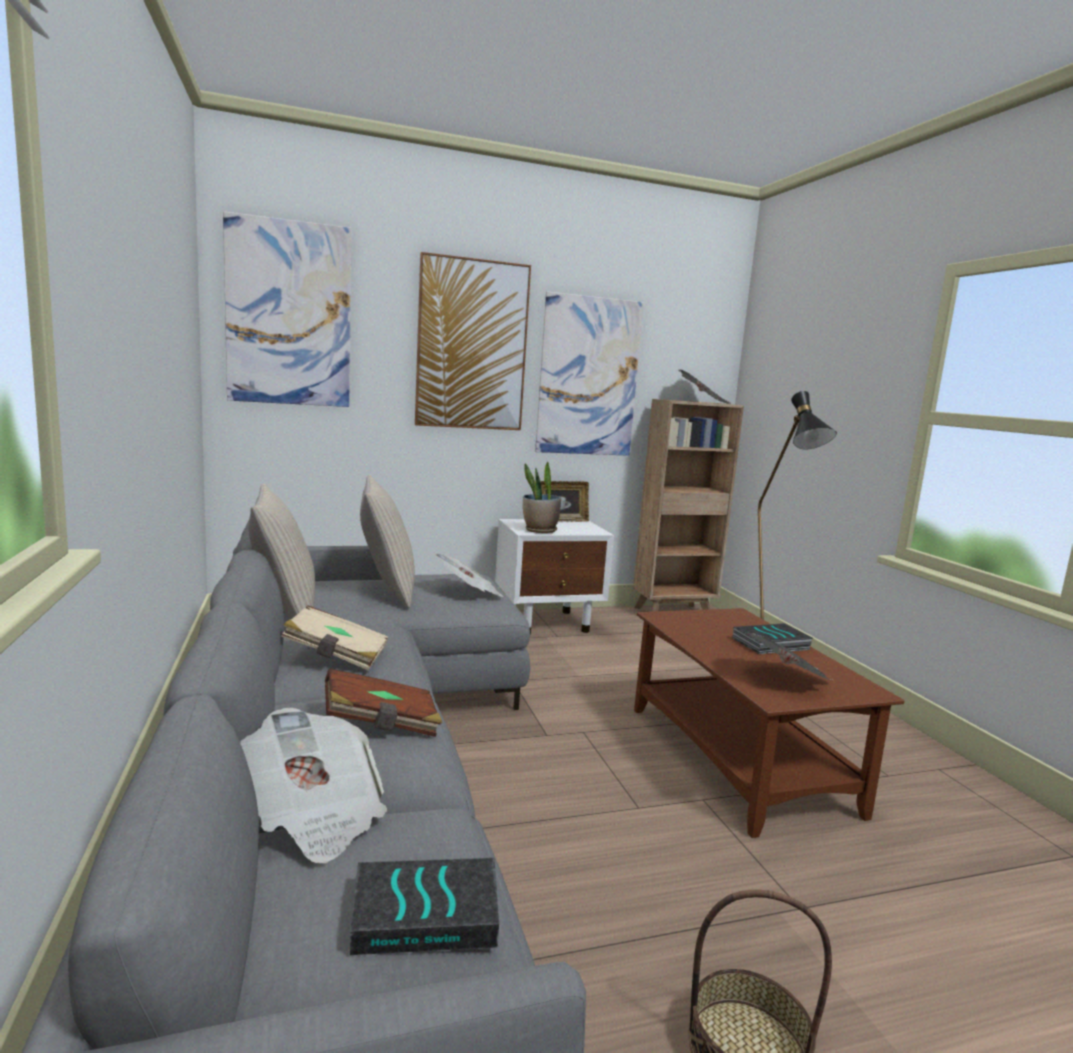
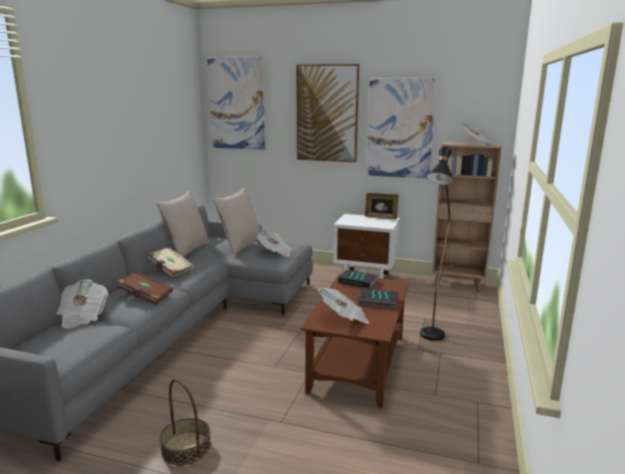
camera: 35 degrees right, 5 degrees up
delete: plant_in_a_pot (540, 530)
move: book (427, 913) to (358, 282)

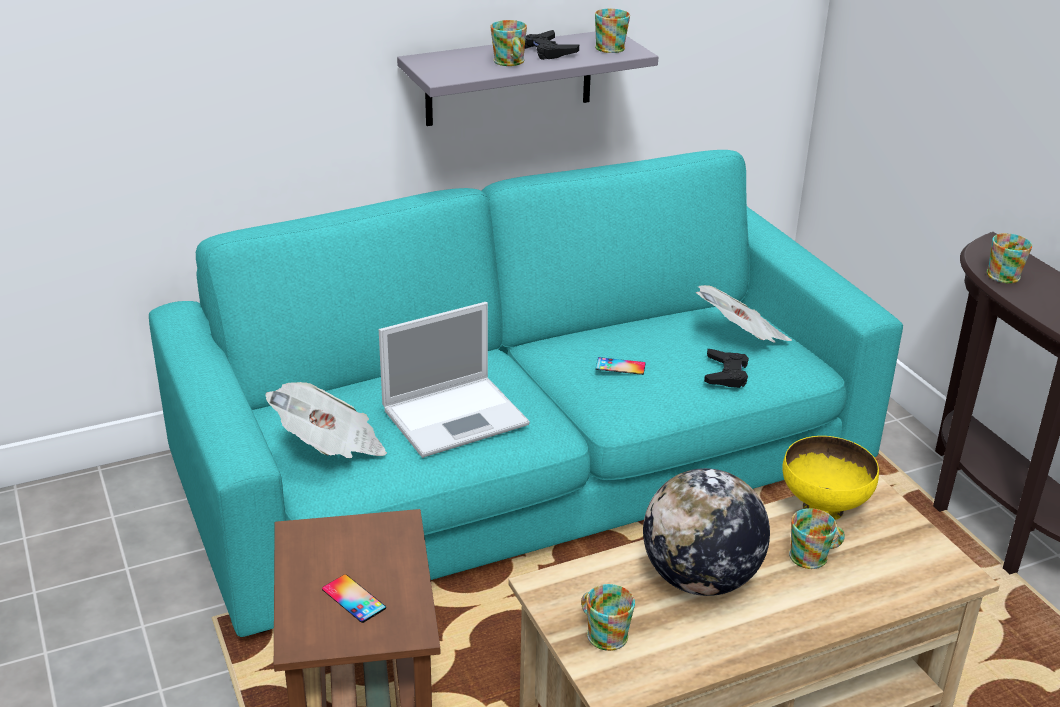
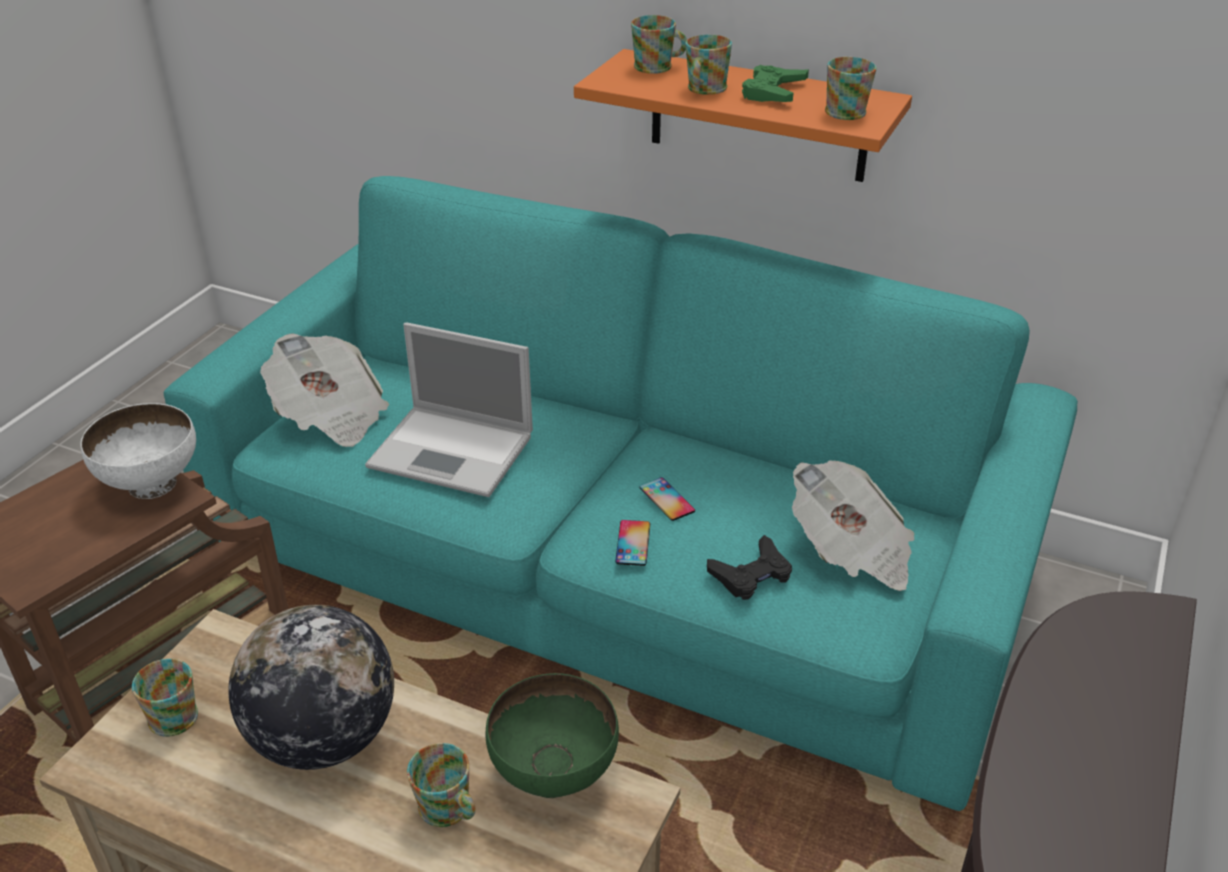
camera: 50 degrees right, 5 degrees up
insert: white_serving_bowl (151, 485)
move: coffee_mug (1005, 274) to (658, 67); phone (353, 599) to (633, 543)
recolor: black-coloured_gamepad (548, 51) to greenish_gamepad (773, 92); grey_wall_shelf (509, 78) to orange-coloured_wall_shelf (758, 116); yellow-coloured_serving_bowl (824, 507) to greenish_serving_bowl (554, 775)

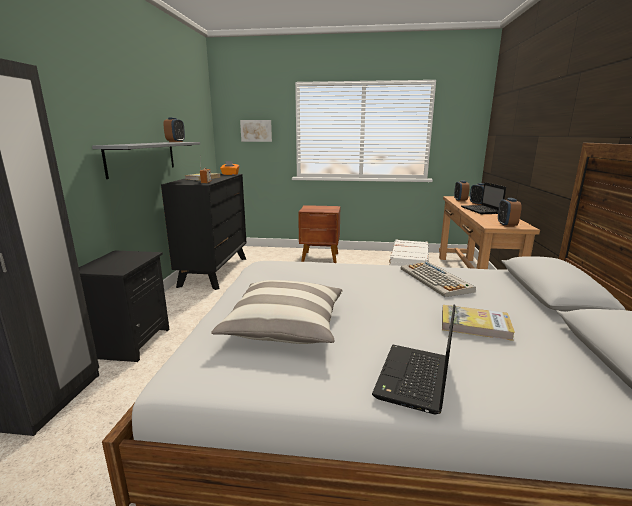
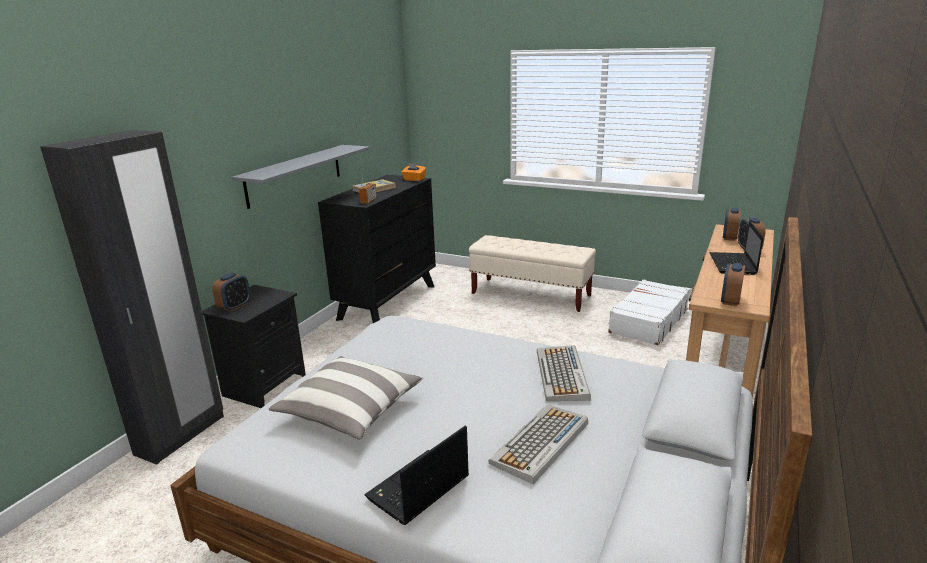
camera: 20 degrees right, 5 degrees up
delete: wall_art (256, 130)
move: table_clock (175, 142) to (234, 306)
replace: brownish_bedside_table (320, 257) to sand-coloured_bench (531, 295); book (475, 325) to computer_keyboard (540, 444)

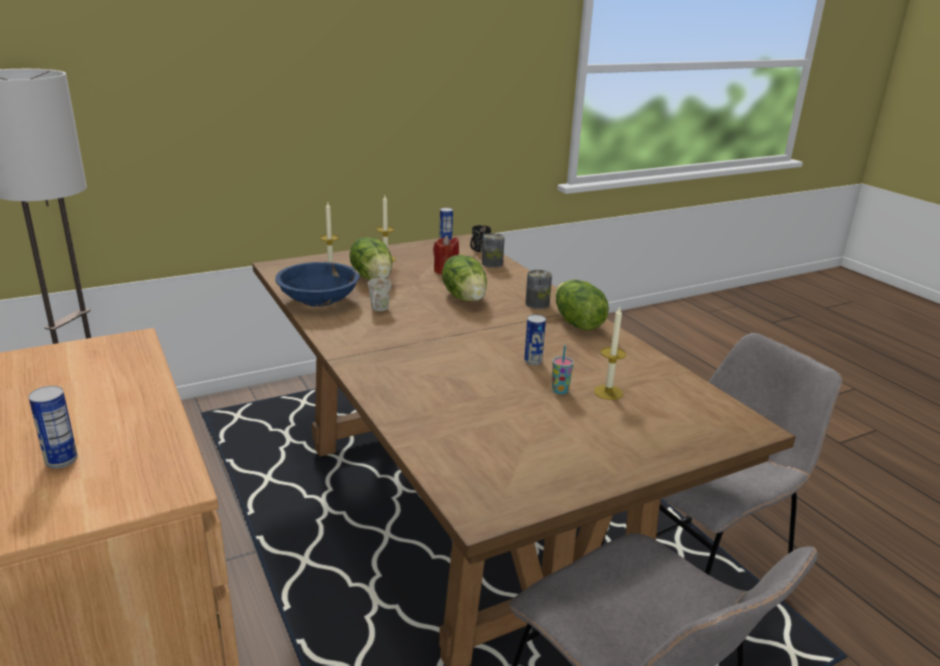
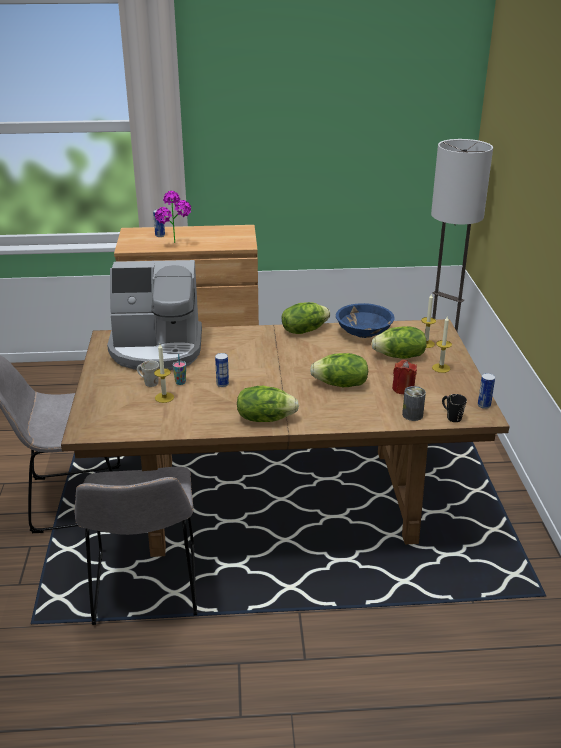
camera: 115 degrees right, 5 degrees up
delete: sealed_can (537, 304)
insert: plant_in_a_pot (176, 245); coffee_machine (157, 349); lettuce (304, 330)
move: white_coffee_mug (378, 310) to (148, 382)

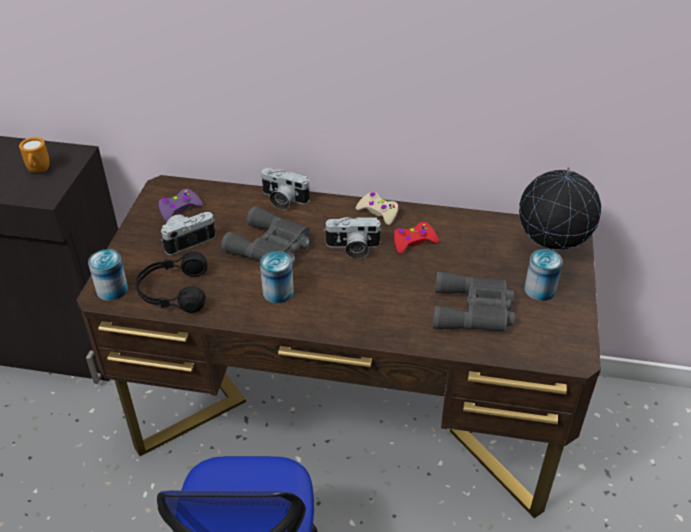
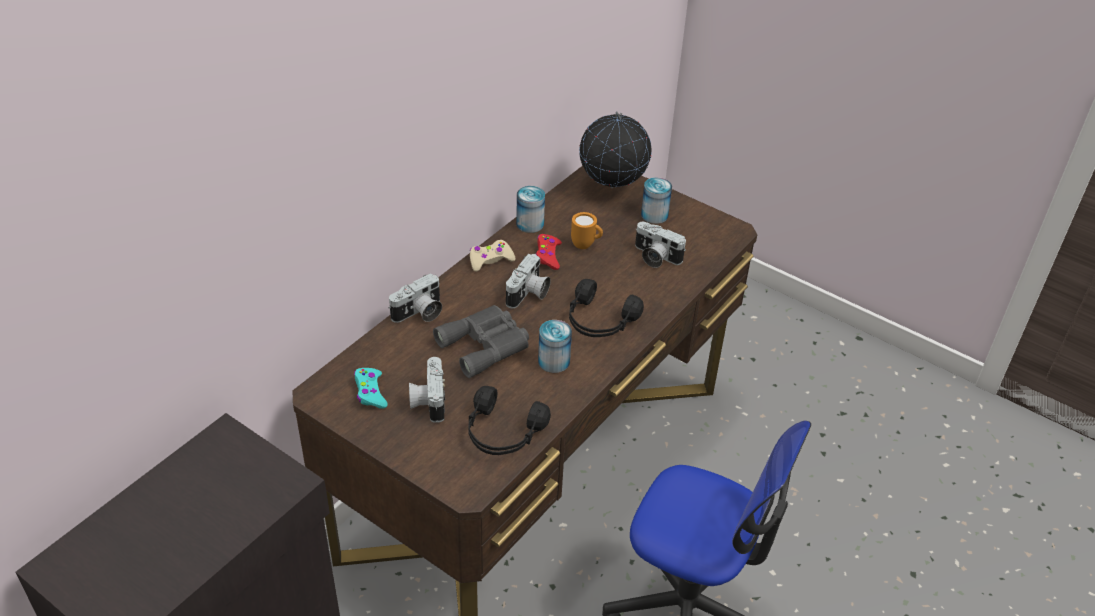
camera: 65 degrees left, 0 degrees up
insert: black-coloured_headphones (599, 321)
move: orange-coloured_coffee_mug (38, 171) to (586, 245); sealed_can (112, 290) to (530, 224)
replace: grey_field_glasses (474, 310) to still_camera (655, 257)
recolor: purple-coloured_gamepad (179, 209) to turquoise-coloured_gamepad (370, 392)

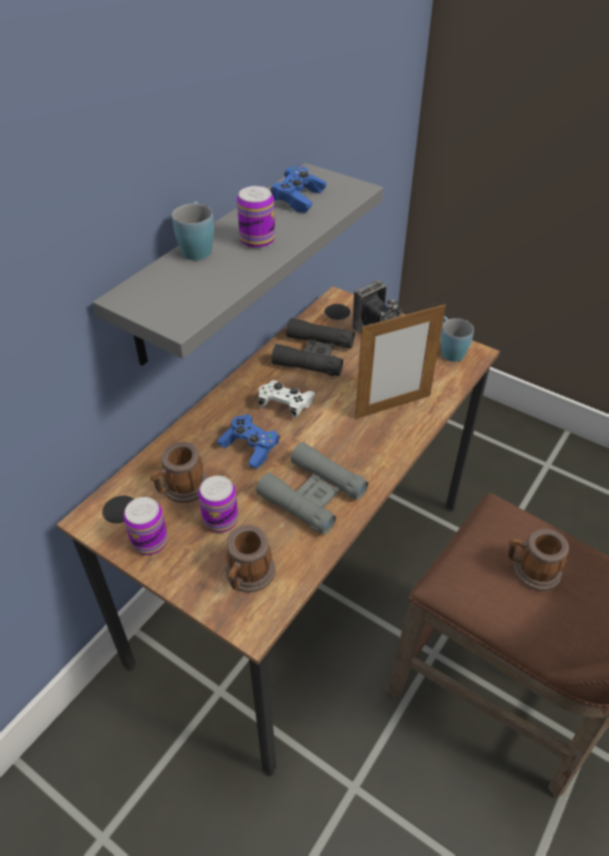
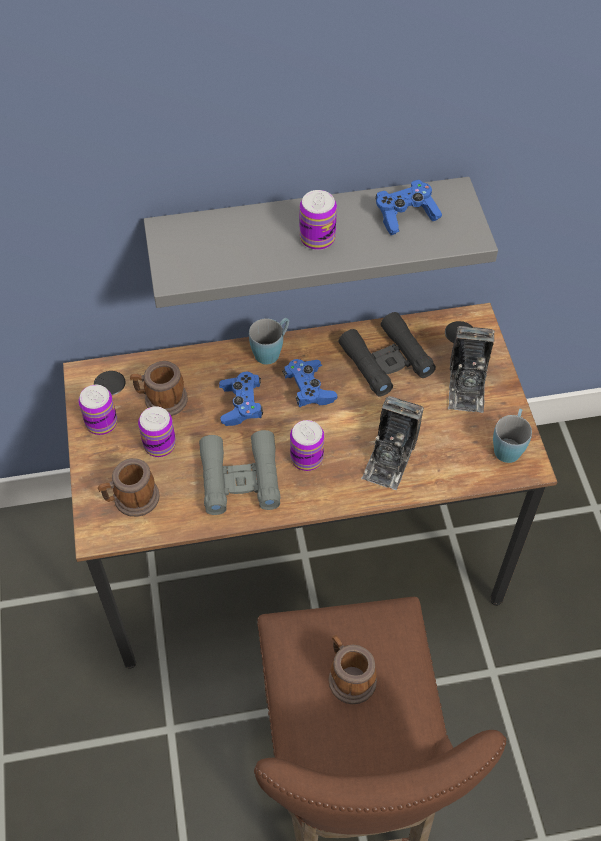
camera: 45 degrees right, 10 degrees up
insert: sealed_can (306, 458)
move: blue_coffee_mug (197, 248) to (271, 350)
replace: photo_frame (393, 406) to still_camera (390, 457)
recolor: white_gamepad (285, 405) to blue_gamepad (309, 389)

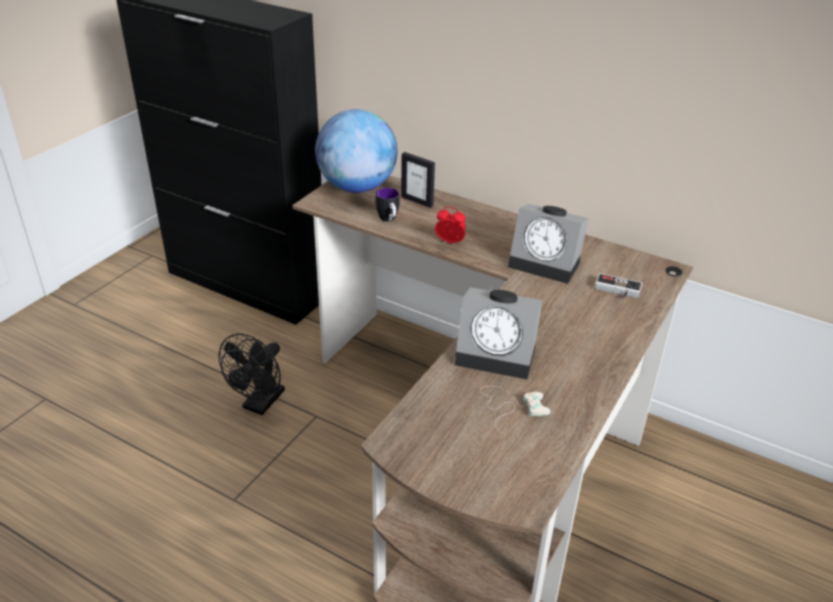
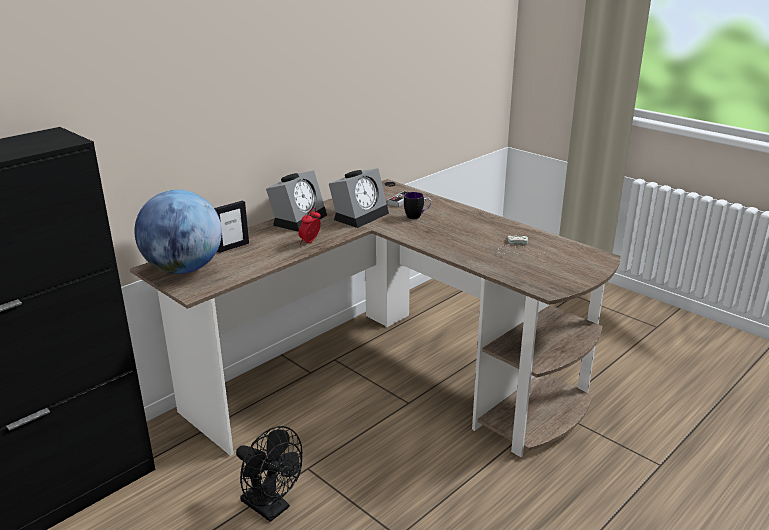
camera: 75 degrees left, 10 degrees down
move: coffee_mug (389, 220) to (417, 217); table_clock (498, 354) to (299, 219)

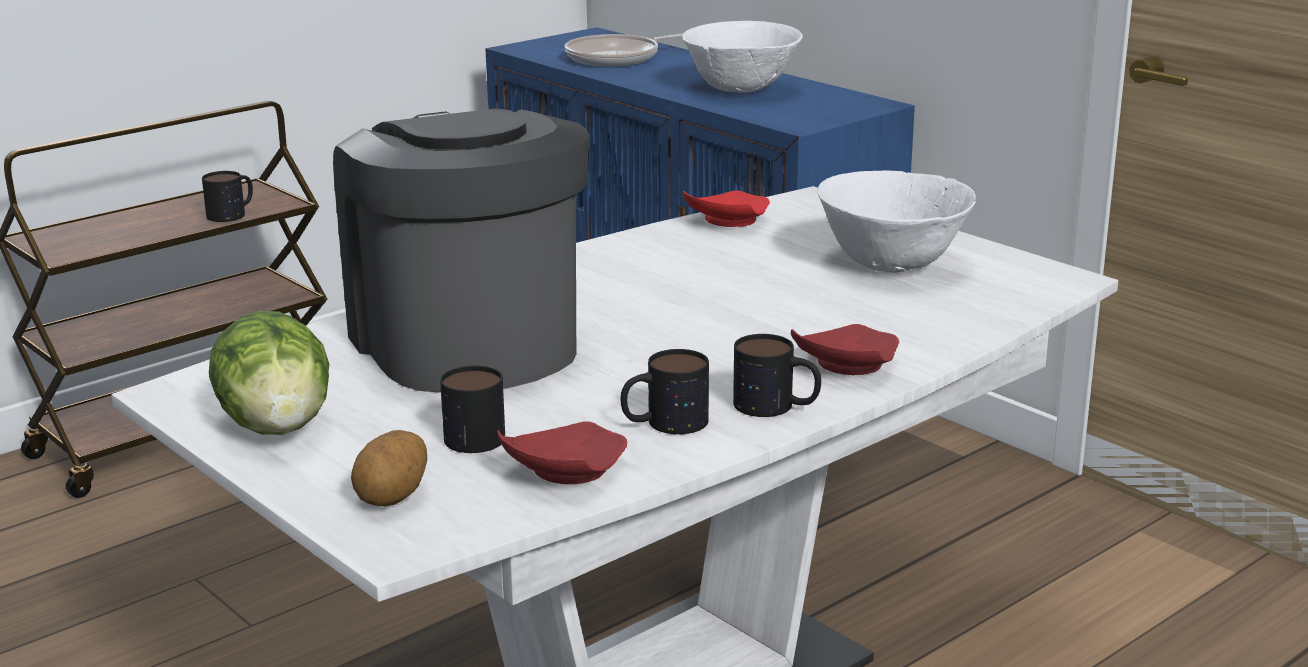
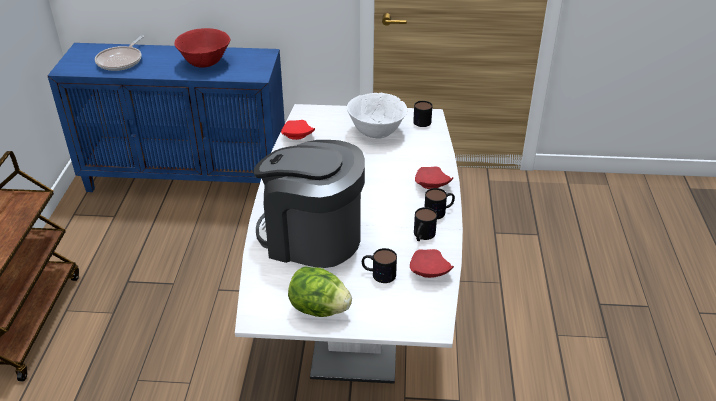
camera: 45 degrees left, 15 degrees up
delete: whole_potato (393, 497)
move: coffee_mug (233, 213) to (421, 120)
recolor: white_serving_bowl (741, 90) to red-coloured_serving_bowl (205, 63)

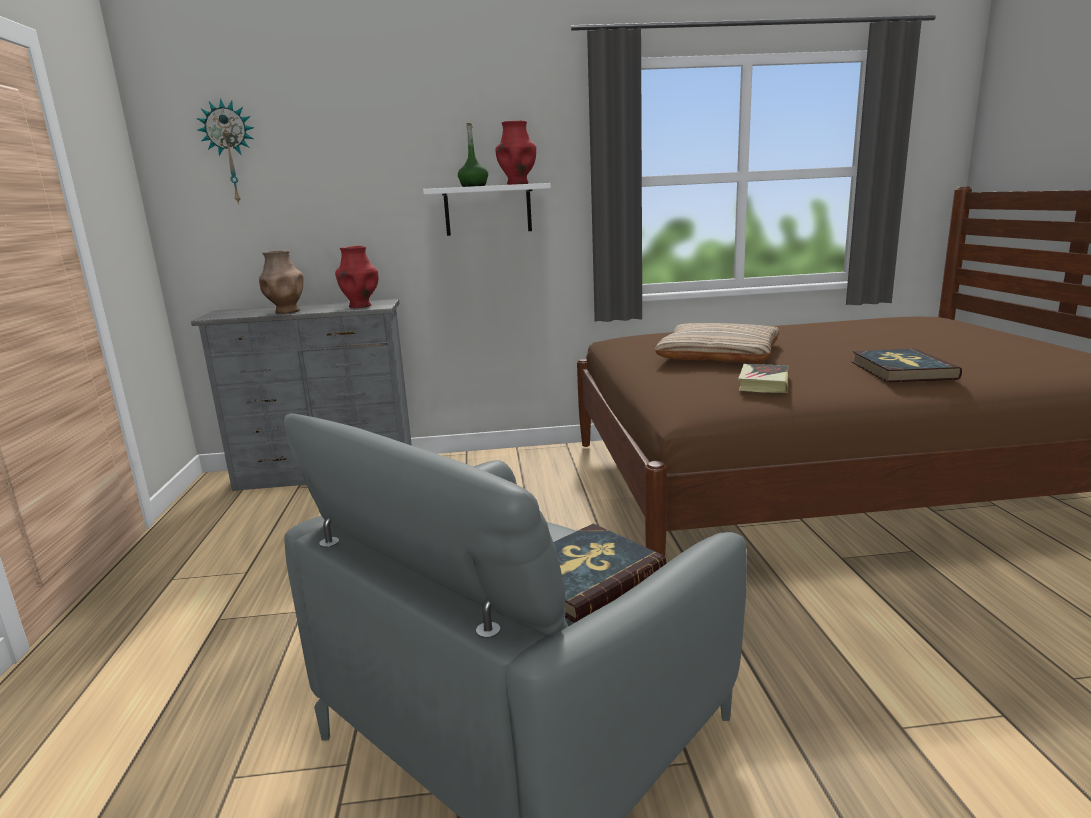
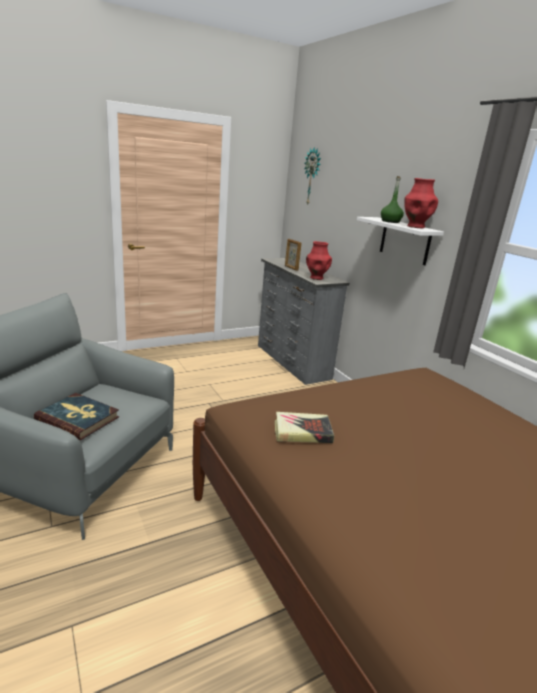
camera: 65 degrees right, 5 degrees up
delete: sand-coloured_throw_pillow (718, 353); book (901, 370)
replace: brownish_vase (286, 312) to photo_frame (291, 268)

